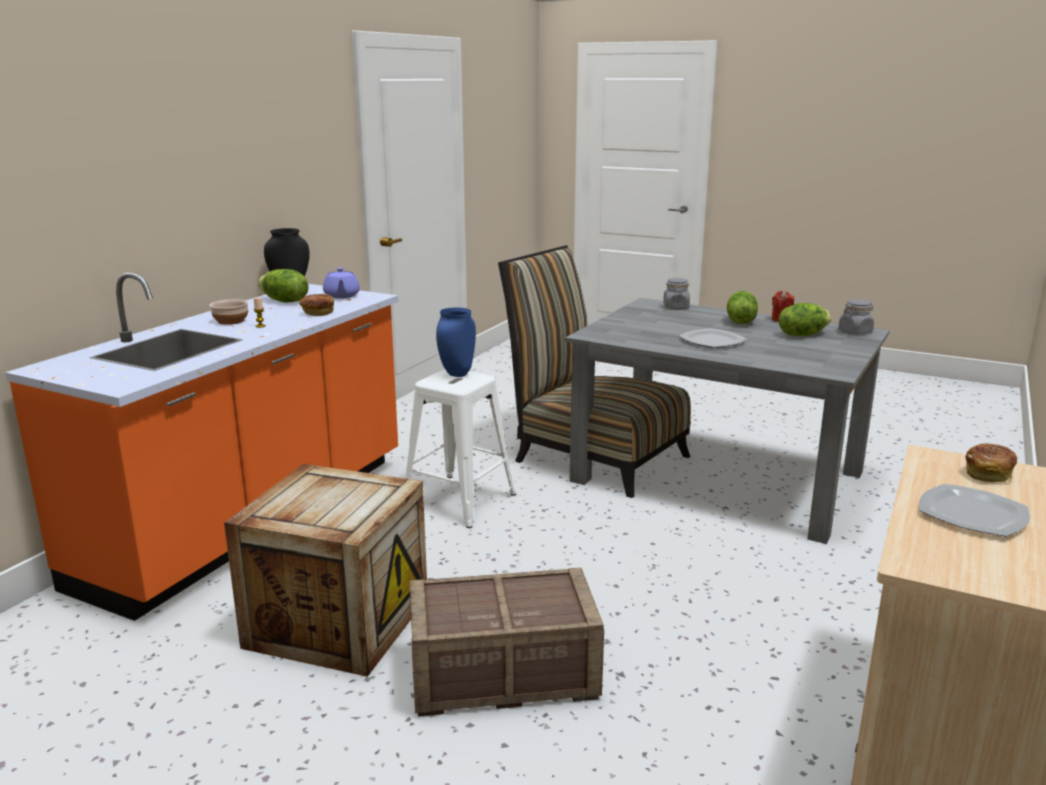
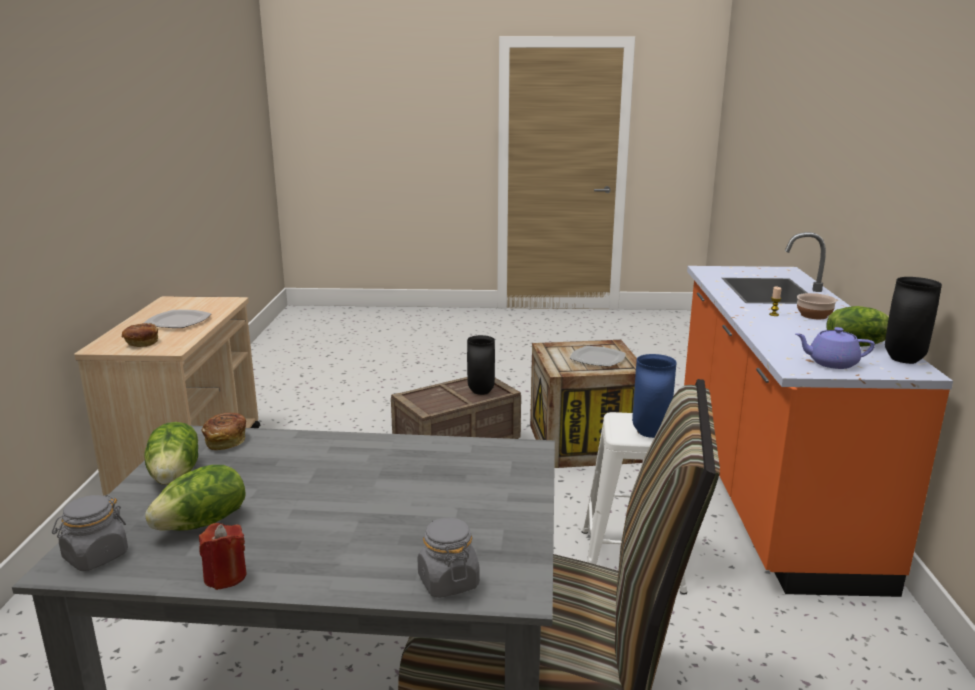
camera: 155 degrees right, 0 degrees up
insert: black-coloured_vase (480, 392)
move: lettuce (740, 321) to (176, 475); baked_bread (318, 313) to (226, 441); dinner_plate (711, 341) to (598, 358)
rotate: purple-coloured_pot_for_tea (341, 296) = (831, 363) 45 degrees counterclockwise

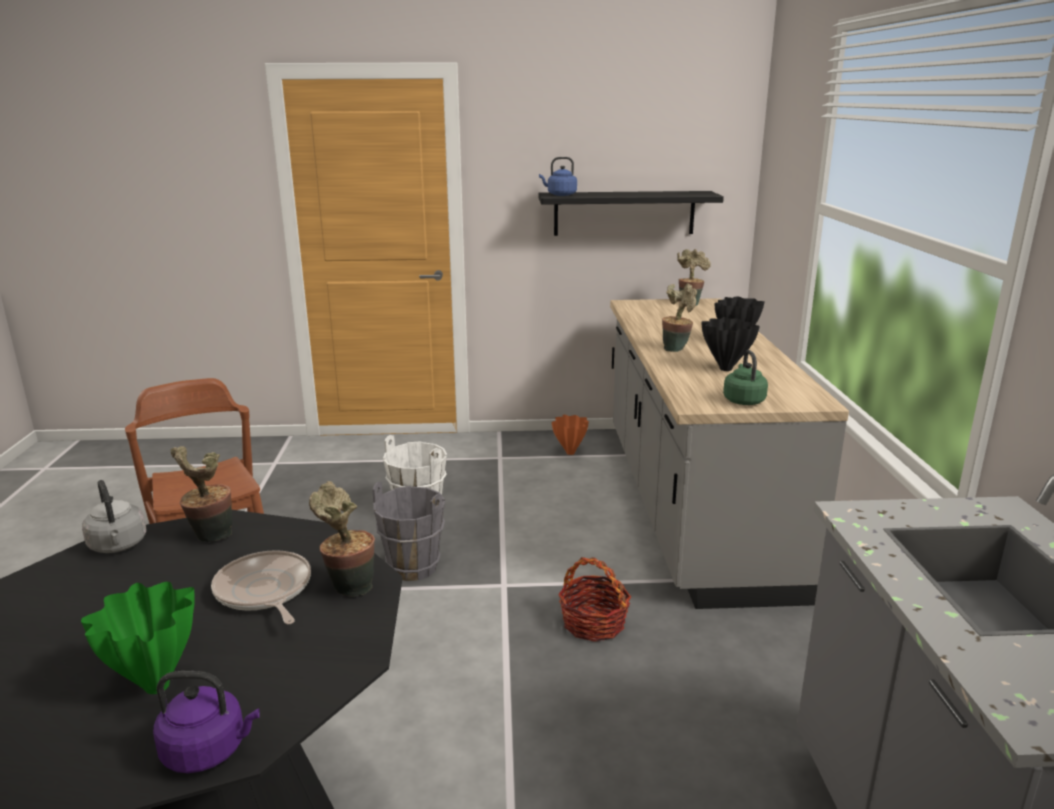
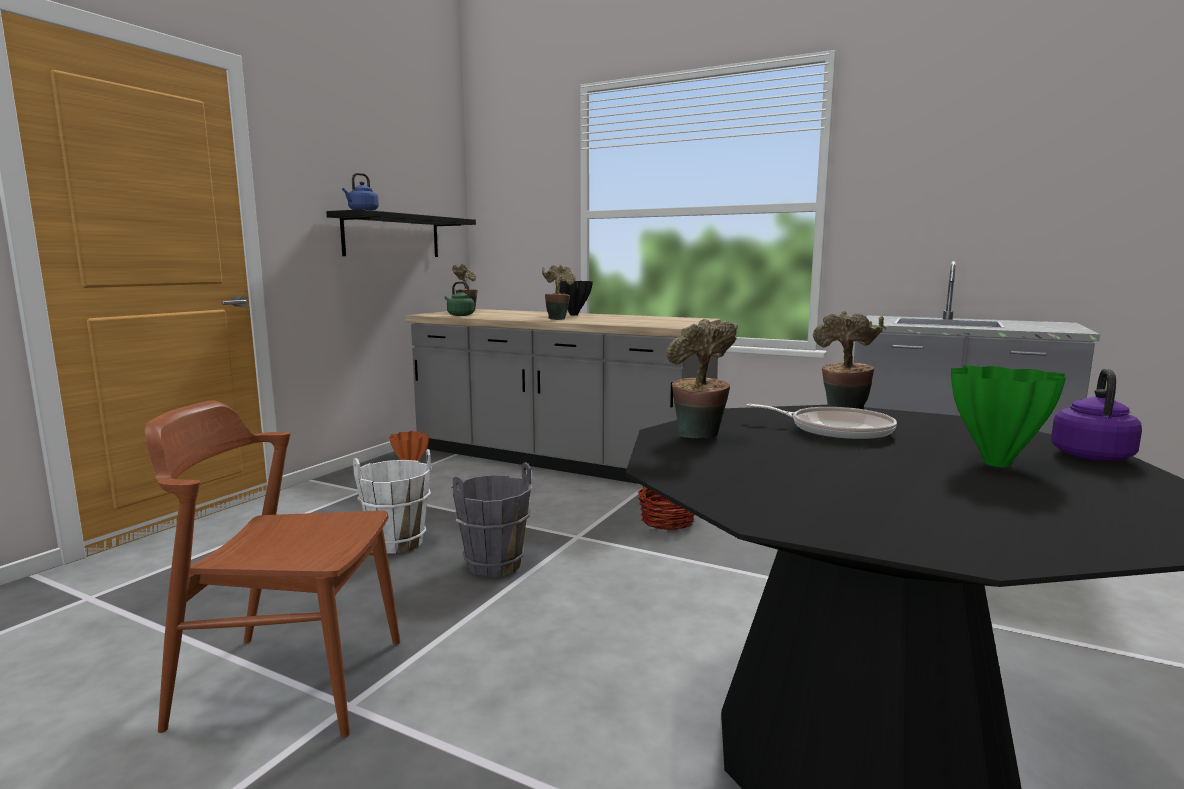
camera: 60 degrees left, 10 degrees down
delete: black-coloured_vase (724, 369); grey_tea_kettle (118, 546)
move: greenish_tea_kettle (743, 400) to (459, 315)
rotate: skillet (264, 591) = (835, 430) 150 degrees counterclockwise

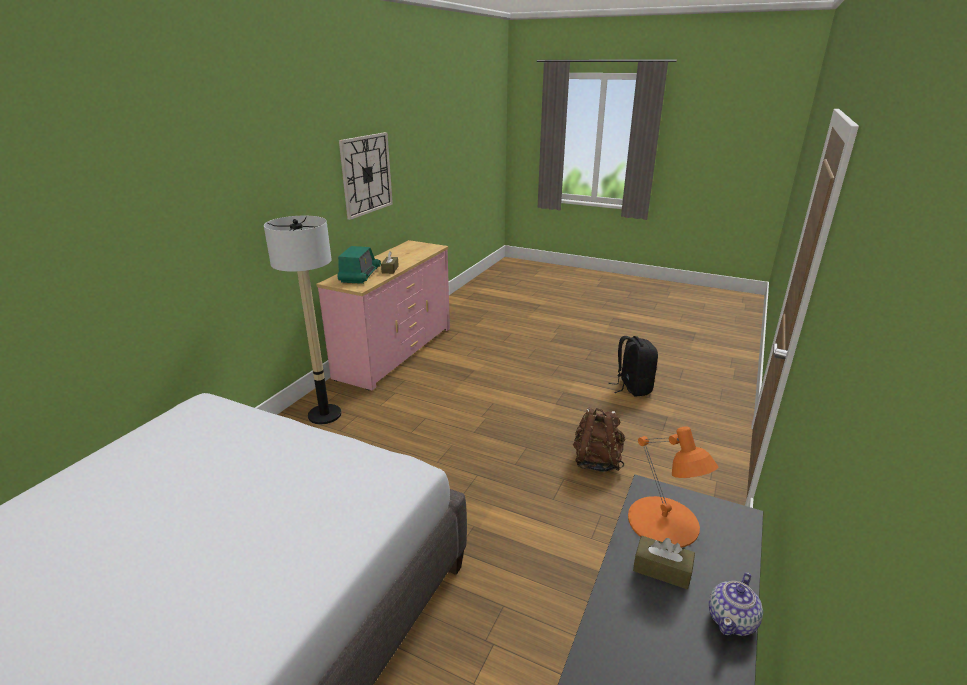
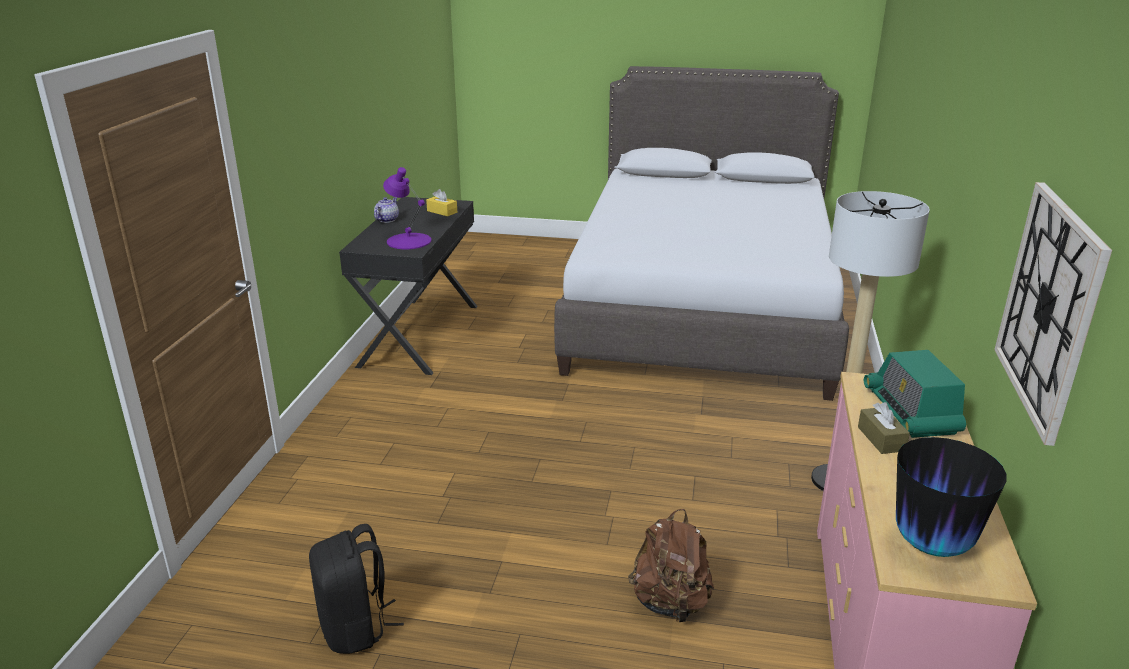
camera: 165 degrees right, 0 degrees up
delete: brownish_box_of_tissues (662, 570)
insert: yellow-coloured_box_of_tissues (442, 211); vase (931, 545)
move: brownish_knapsack (596, 461) to (670, 603)
recolor: orange-coloured_lamp_for_a_table (663, 522) to purple-coloured_lamp_for_a_table (409, 241)

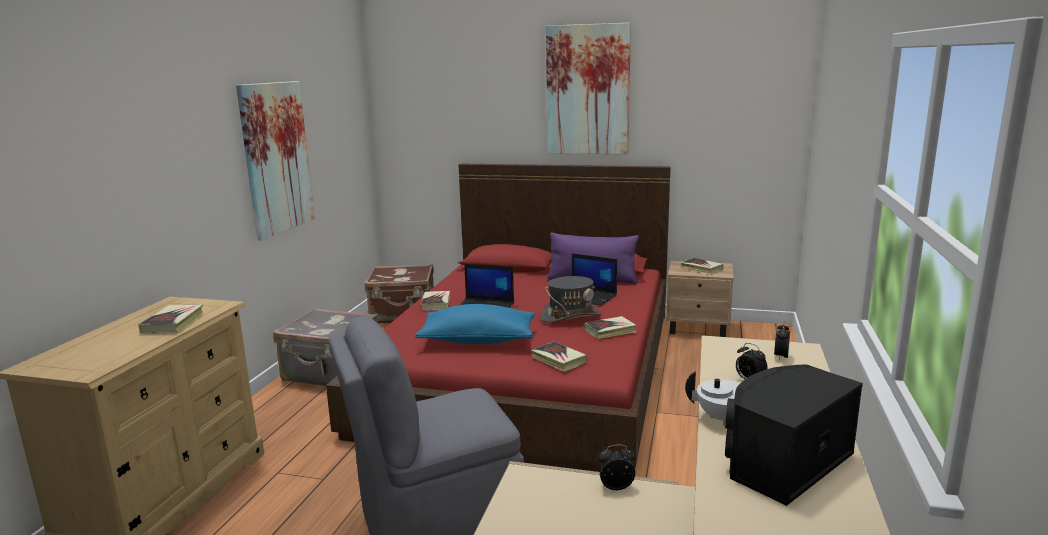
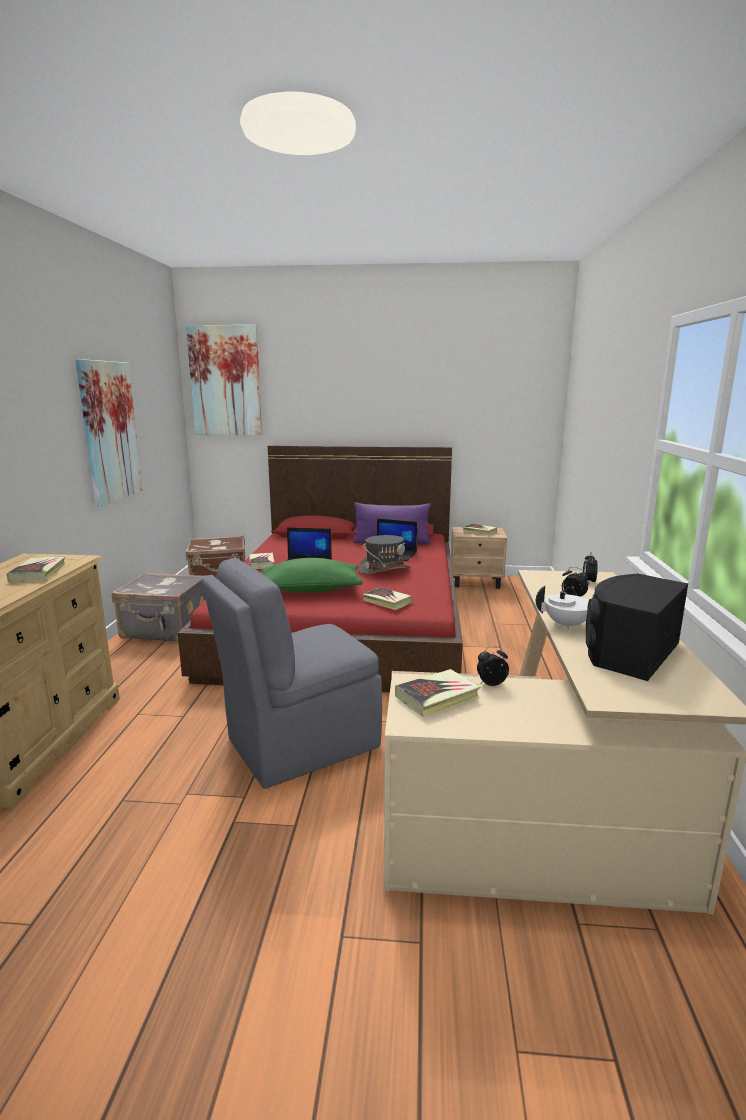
camera: 10 degrees left, 0 degrees up
move: wall_art (588, 90) to (225, 381); book (610, 331) to (437, 697)
recolor: blue_throw_pillow (478, 340) to greenish_throw_pillow (310, 590)

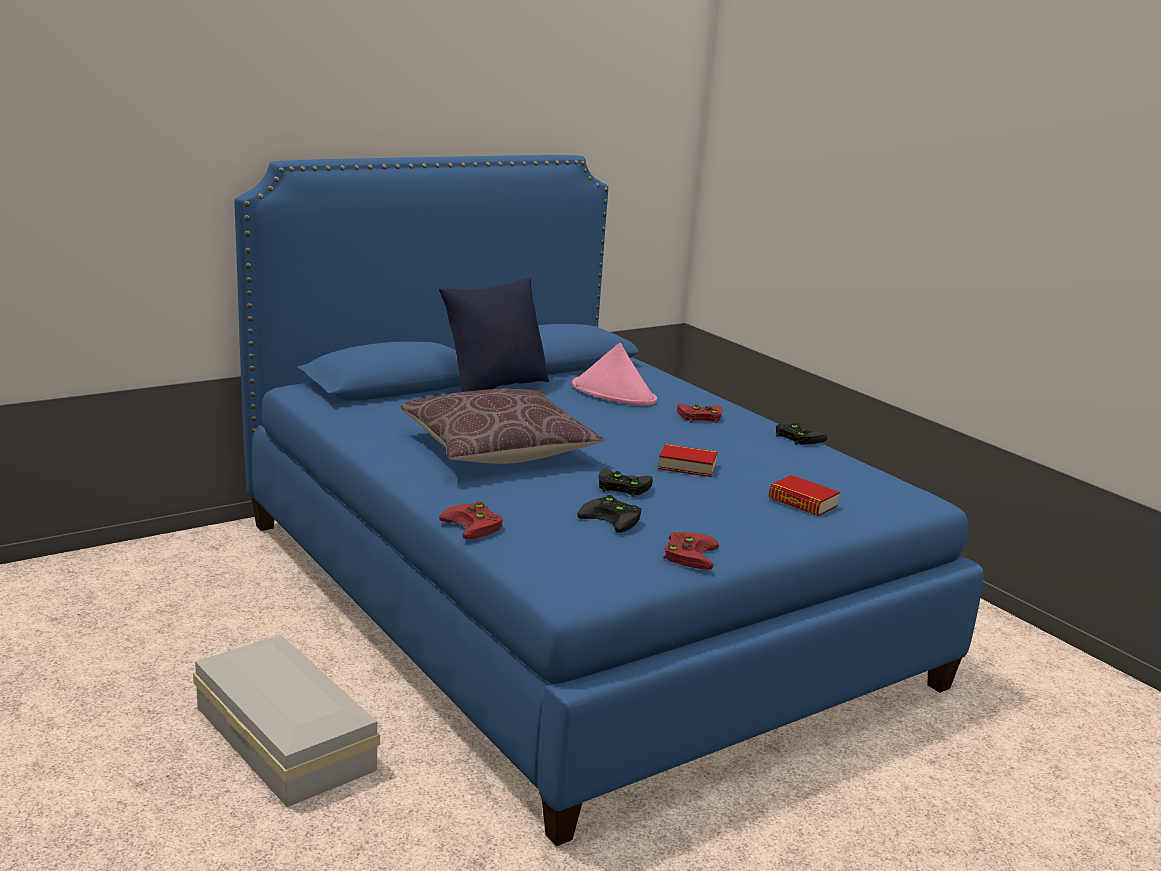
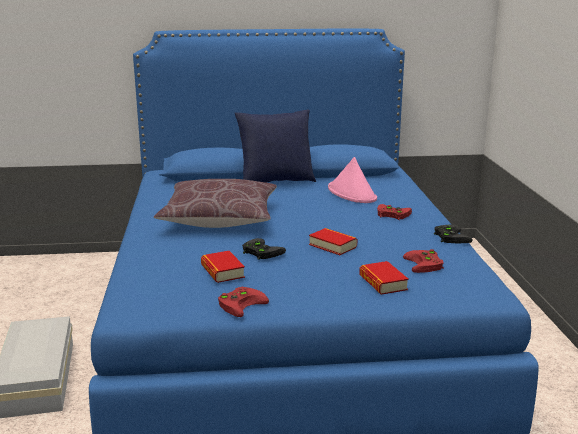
camera: 30 degrees right, 0 degrees up
move: red-coloured_gamepad (475, 525) to (425, 265)
replace: black-coloured_gamepad (614, 518) to book (222, 271)

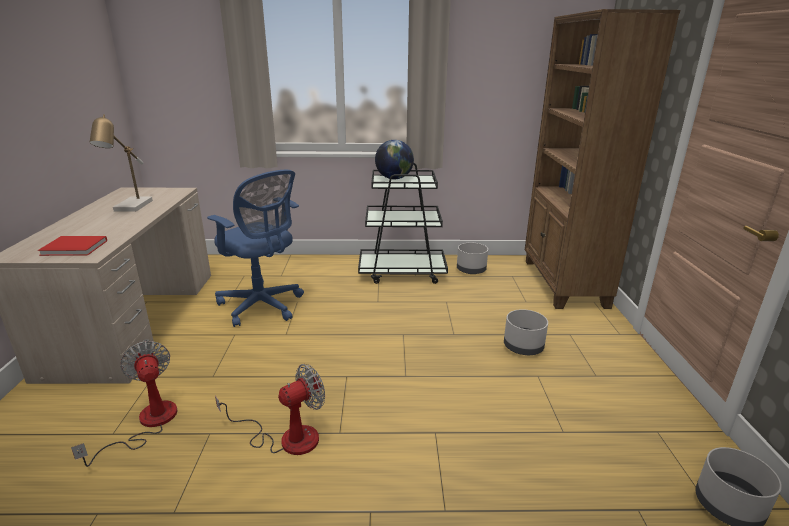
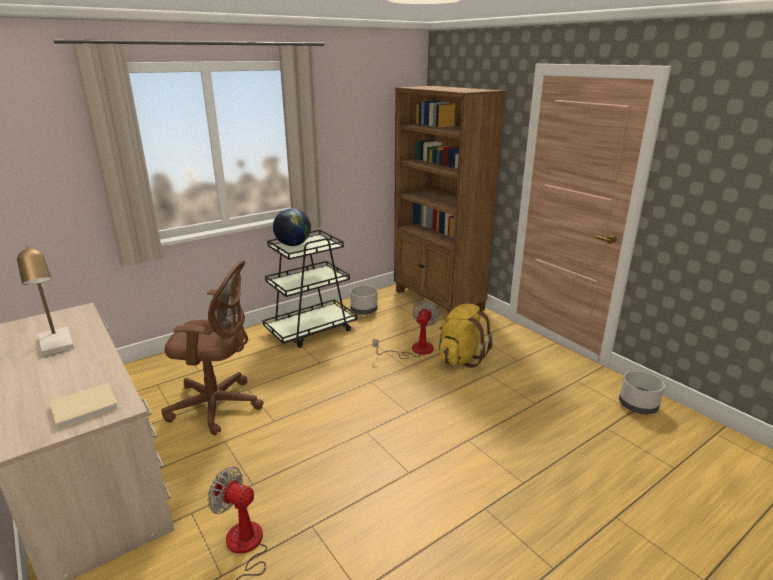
camera: 35 degrees left, 0 degrees up
move: cooling_fan (286, 438) to (414, 350)
replace: grey_flower_pot (523, 347) to yellow-coloured_knapsack (460, 358)
recolor: blue_computer_chair (263, 306) to brownish_computer_chair (219, 406); red-coloured_book (76, 248) to sand-coloured_book (87, 406)

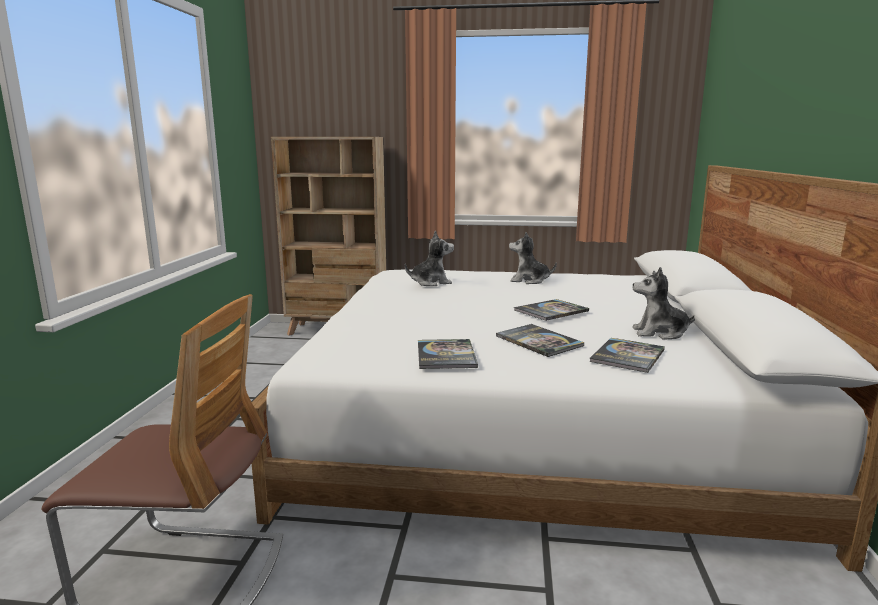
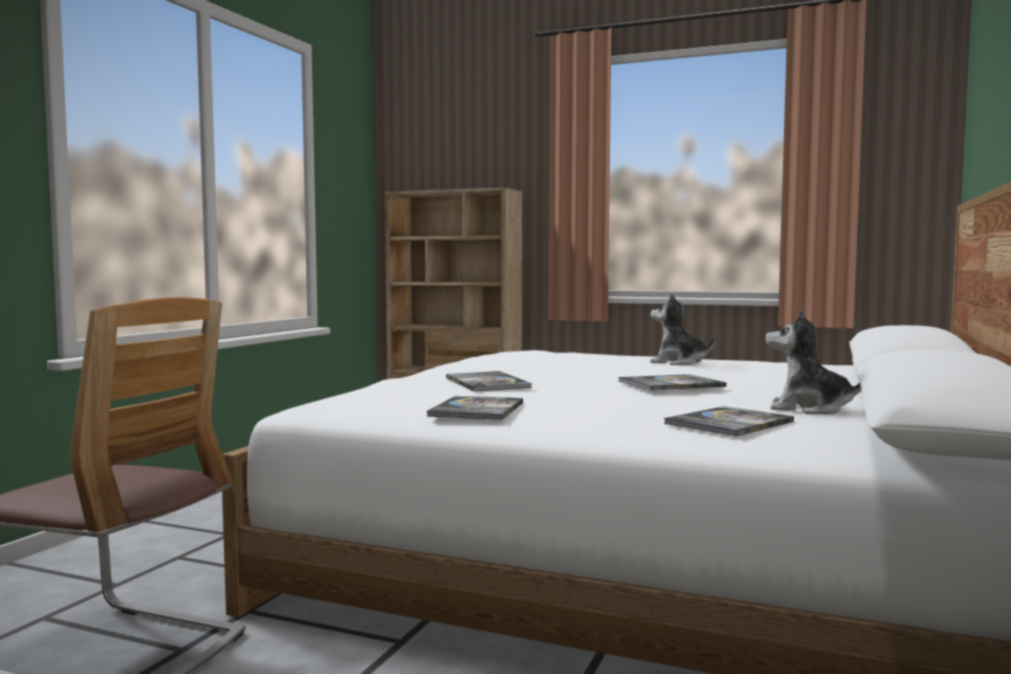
camera: 15 degrees right, 10 degrees down
delete: cuddly_toy (431, 282)
move: book (539, 341) to (487, 383)

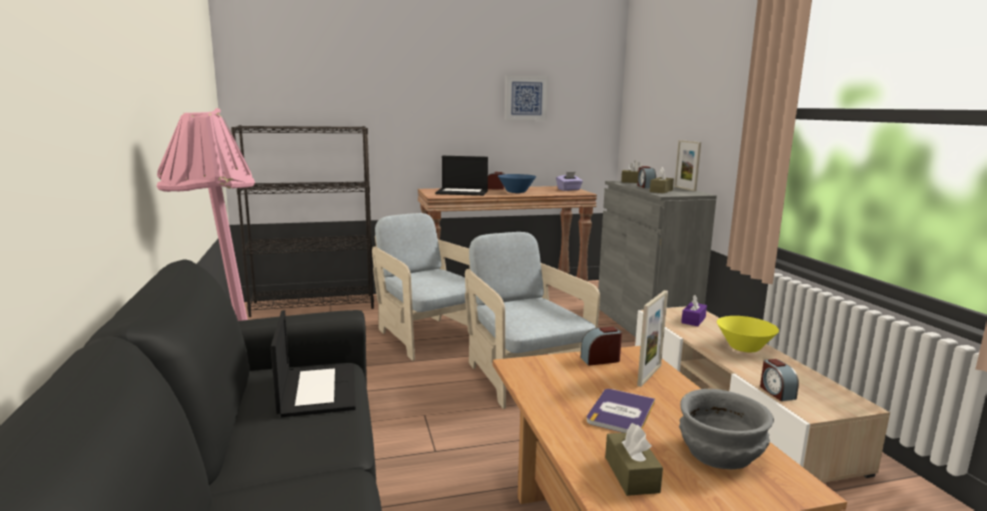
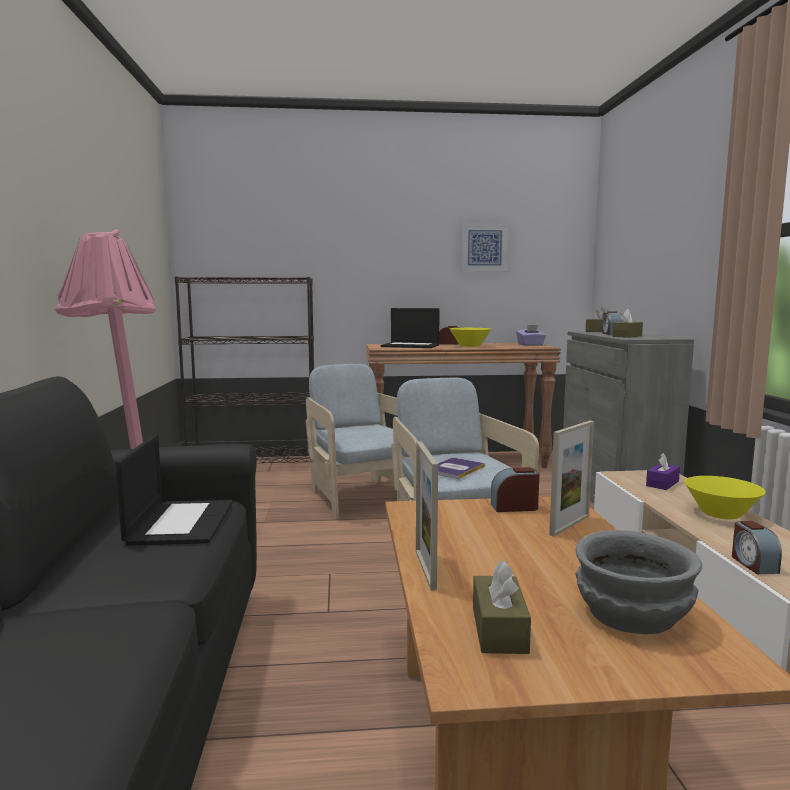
camera: 10 degrees right, 5 degrees down
move: photo_frame (685, 189) to (425, 569); book (620, 412) to (455, 469)
recolor: blue_serving_bowl (516, 192) to yellow-coloured_serving_bowl (469, 346)

